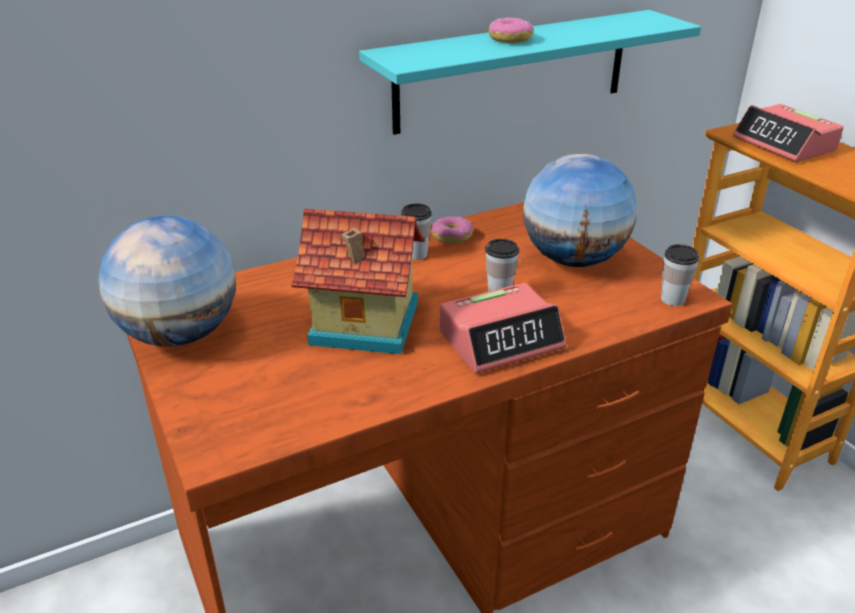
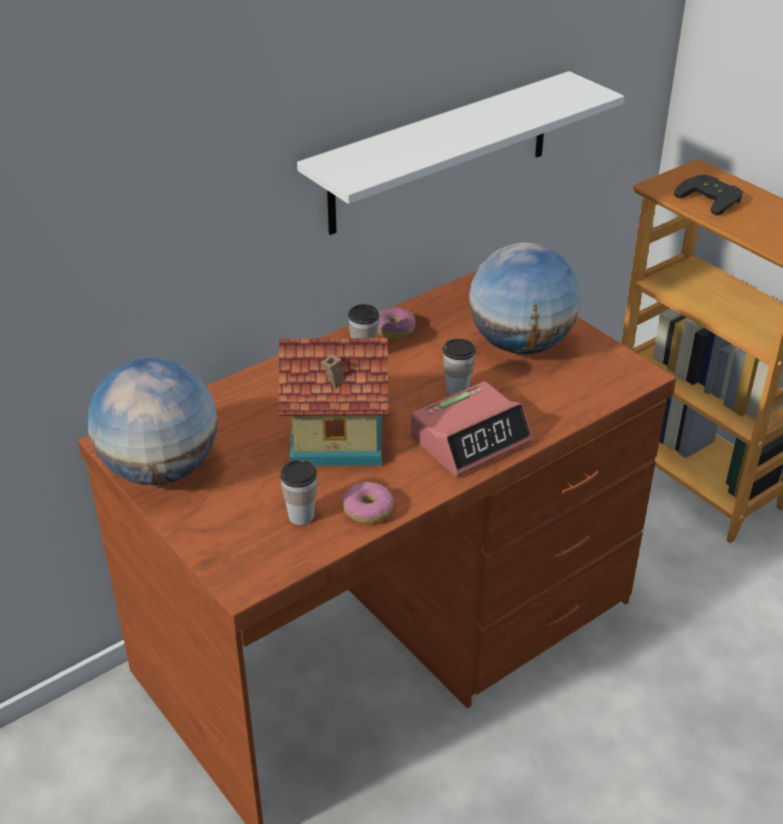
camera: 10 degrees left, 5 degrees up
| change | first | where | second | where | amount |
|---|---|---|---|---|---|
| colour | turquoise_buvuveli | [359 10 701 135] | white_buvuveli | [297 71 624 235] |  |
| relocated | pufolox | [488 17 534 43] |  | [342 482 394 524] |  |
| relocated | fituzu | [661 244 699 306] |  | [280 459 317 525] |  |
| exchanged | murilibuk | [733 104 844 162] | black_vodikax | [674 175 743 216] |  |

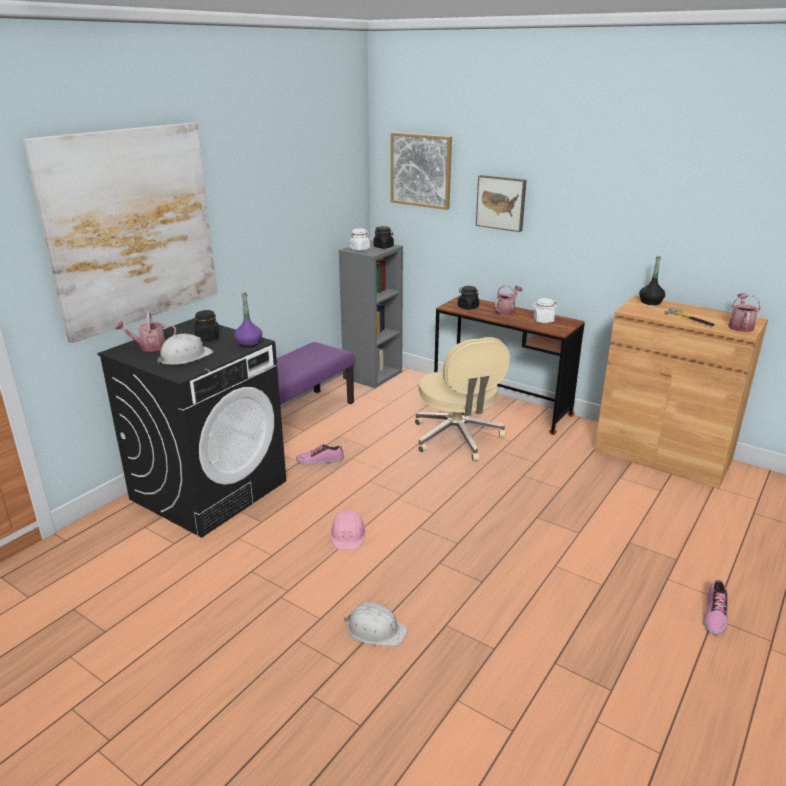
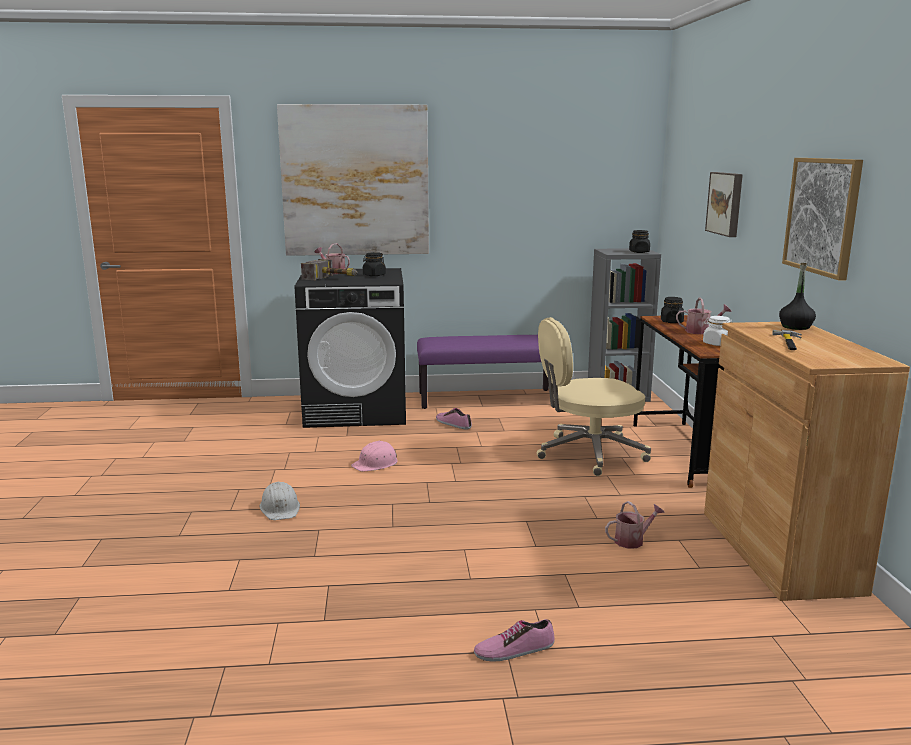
camera: 50 degrees right, 10 degrees down
| change | first | where | second | where | amount |
|---|---|---|---|---|---|
| exchanged | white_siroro | [158 334 213 365] | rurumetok | [301 259 358 280] |  |
| missing | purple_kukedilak | [234 292 262 348] |  |  |  |
| missing | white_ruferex | [349 228 370 251] |  |  |  |
| relocated | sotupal | [391 132 452 210] |  | [782 158 863 280] |  |
| spun | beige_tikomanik | [415 337 510 461] |  | [537 317 651 476] | 45 degrees clockwise |
| relocated | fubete | [728 293 760 332] |  | [605 501 665 549] |  |

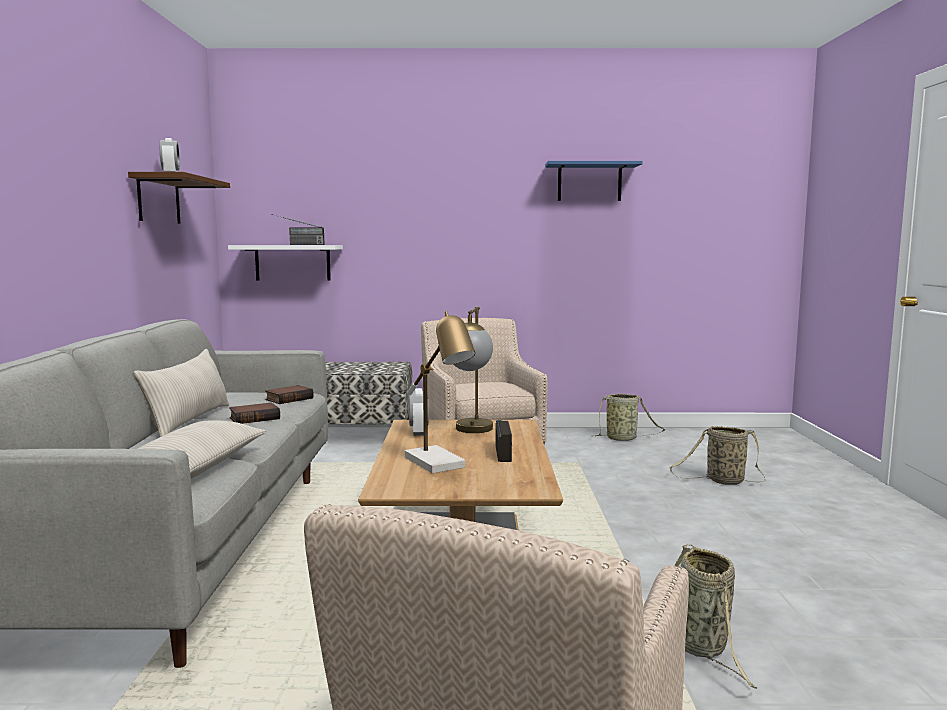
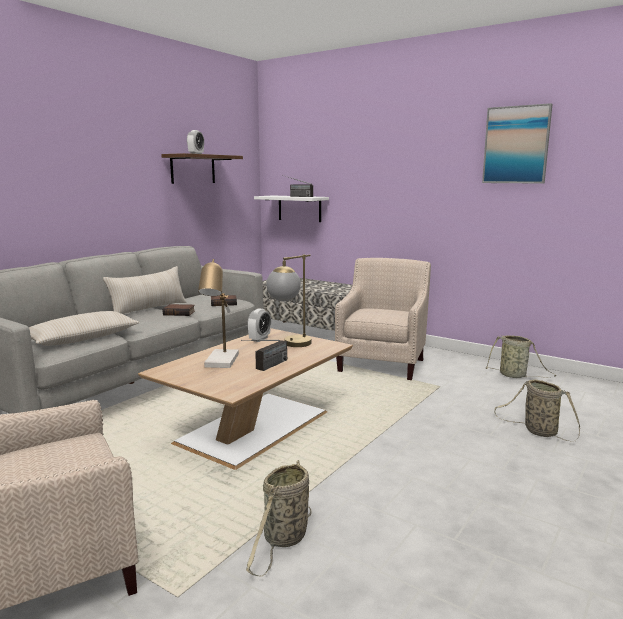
camera: 35 degrees right, 5 degrees up
| change | first | where | second | where | amount |
|---|---|---|---|---|---|
| exchanged | blue_buvuveli | [545 161 643 201] | sotupal | [482 103 553 184] |  |

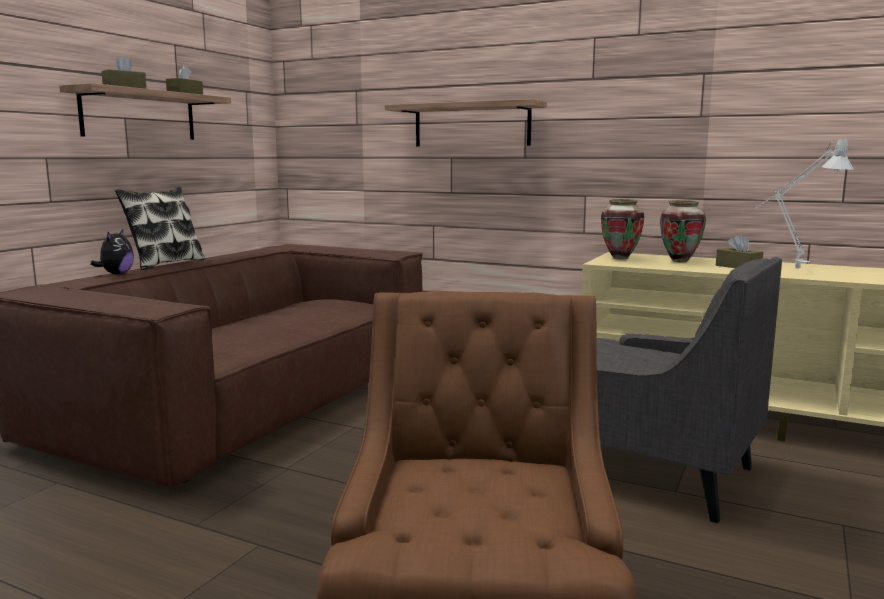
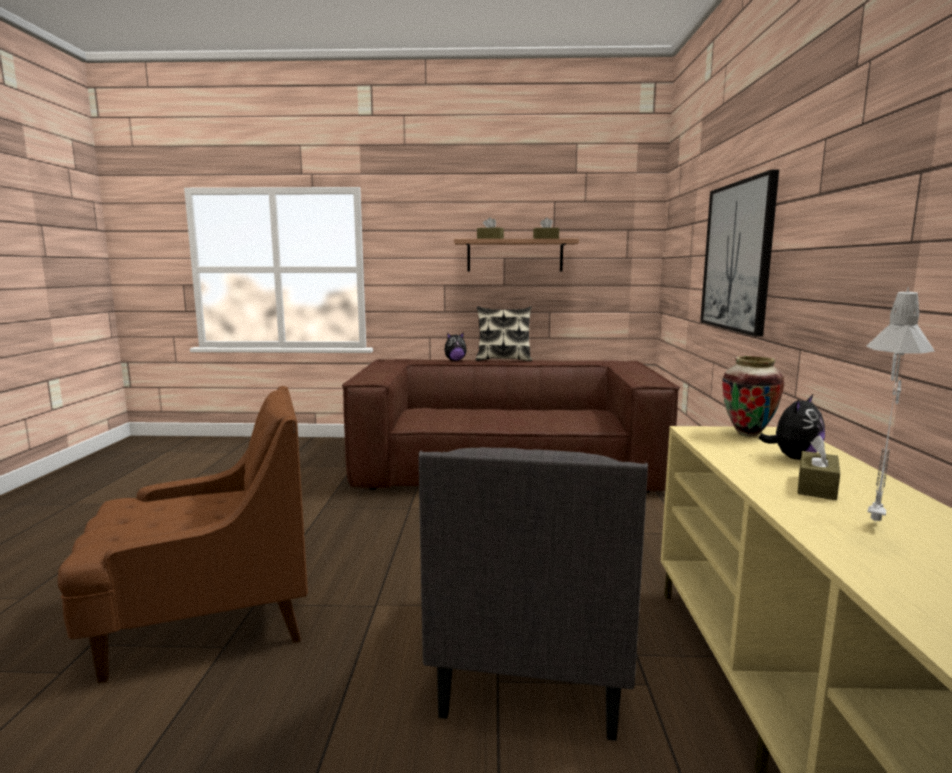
camera: 65 degrees right, 0 degrees up
| change | first | where | second | where | amount |
|---|---|---|---|---|---|
| exchanged | buvuveli | [385 99 547 146] | sotupal | [700 170 779 337] |  |
| exchanged | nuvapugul | [660 200 706 262] | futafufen | [759 394 825 460] |  |

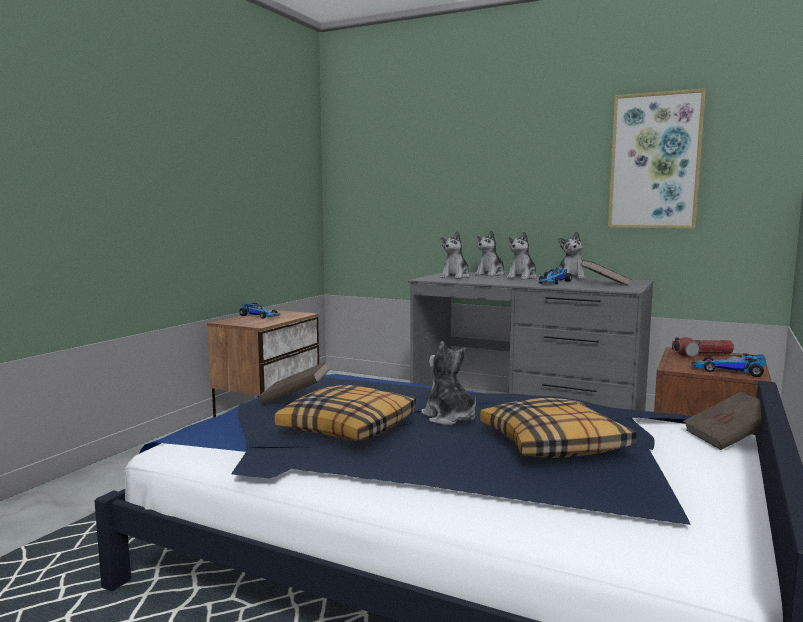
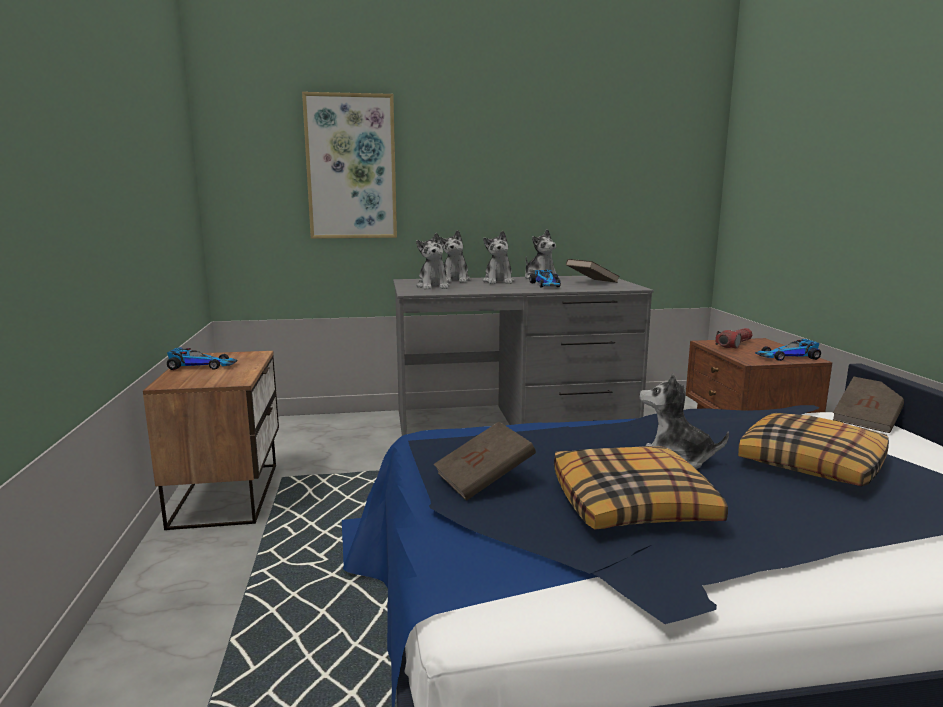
camera: 35 degrees left, 5 degrees up
| change | first | where | second | where | amount |
|---|---|---|---|---|---|
| relocated | sotupal | [608 88 706 229] |  | [302 92 397 239] |  |

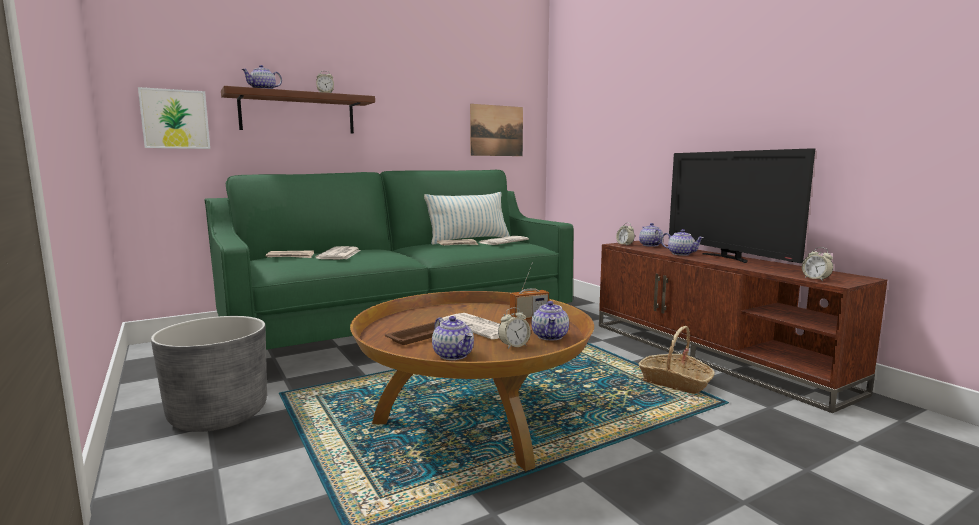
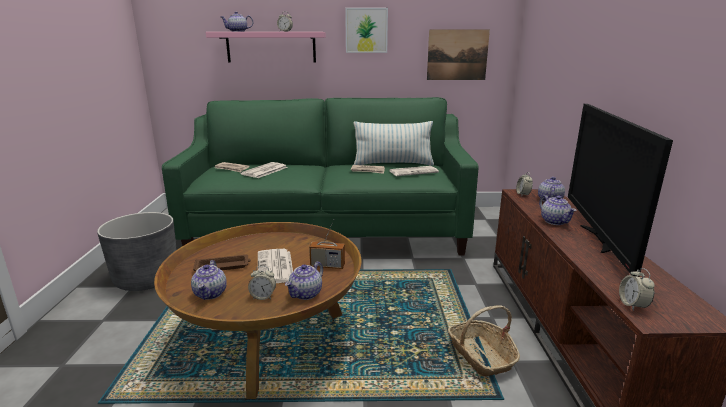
camera: 30 degrees right, 10 degrees up
| change | first | where | second | where | amount |
|---|---|---|---|---|---|
| relocated | sotupal | [138 87 210 149] |  | [345 8 388 53] |  |
| colour | brown_buvuveli | [221 86 375 134] | pink_buvuveli | [206 32 326 62] |  |

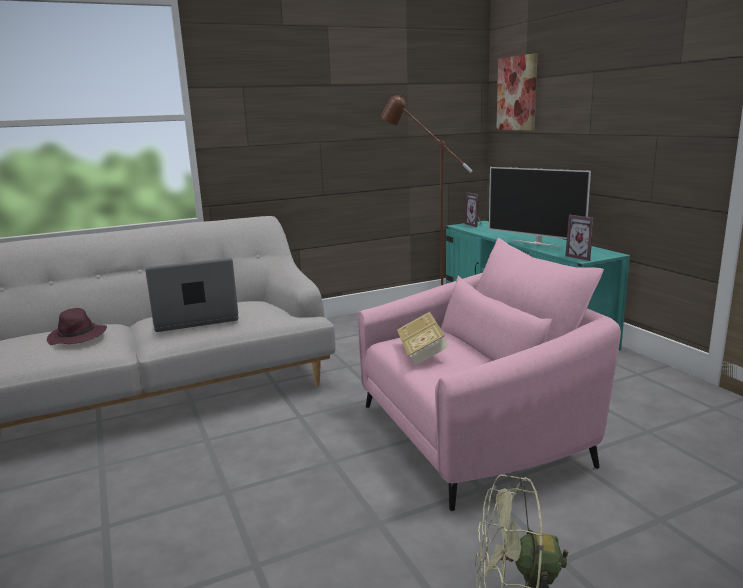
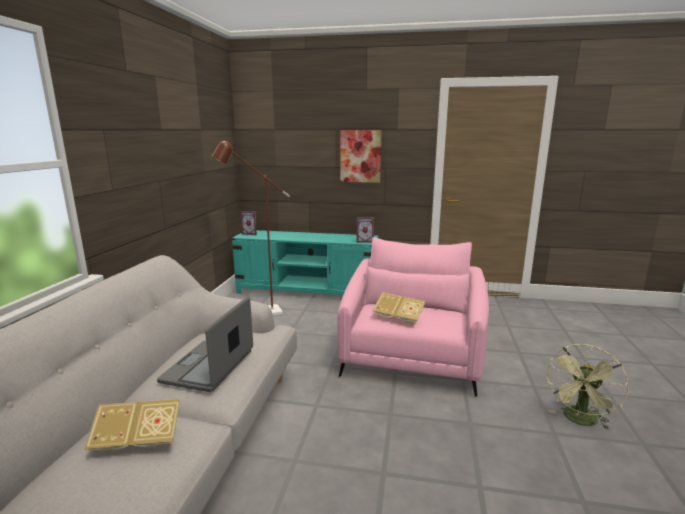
camera: 55 degrees left, 0 degrees up
| change | first | where | second | where | amount |
|---|---|---|---|---|---|
| exchanged | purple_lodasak | [47 308 107 345] | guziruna | [85 399 180 454] |  |
| missing | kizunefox | [489 167 591 247] |  |  |  |
| relocated | sotupal | [496 53 538 130] |  | [340 130 382 183] |  |

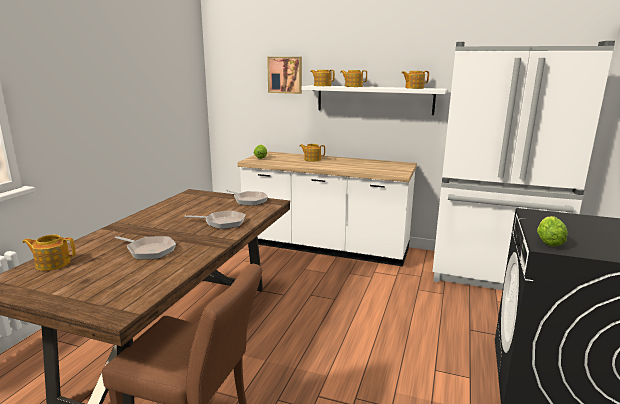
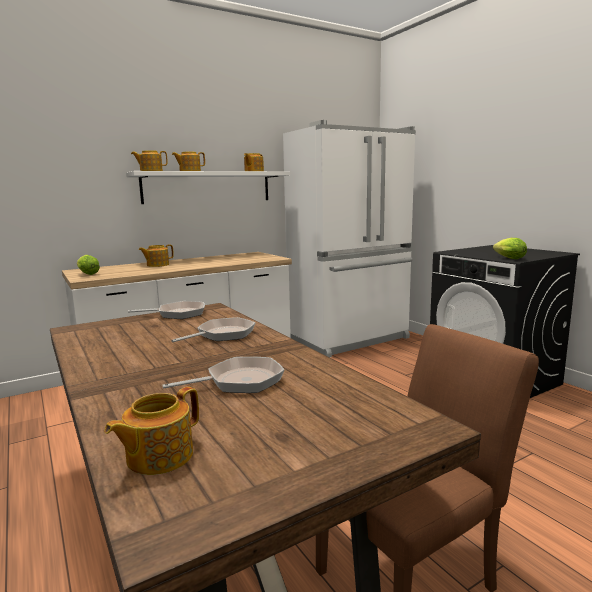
camera: 50 degrees left, 5 degrees down
| change | first | where | second | where | amount |
|---|---|---|---|---|---|
| missing | sotupal | [267 57 302 94] |  |  |  |

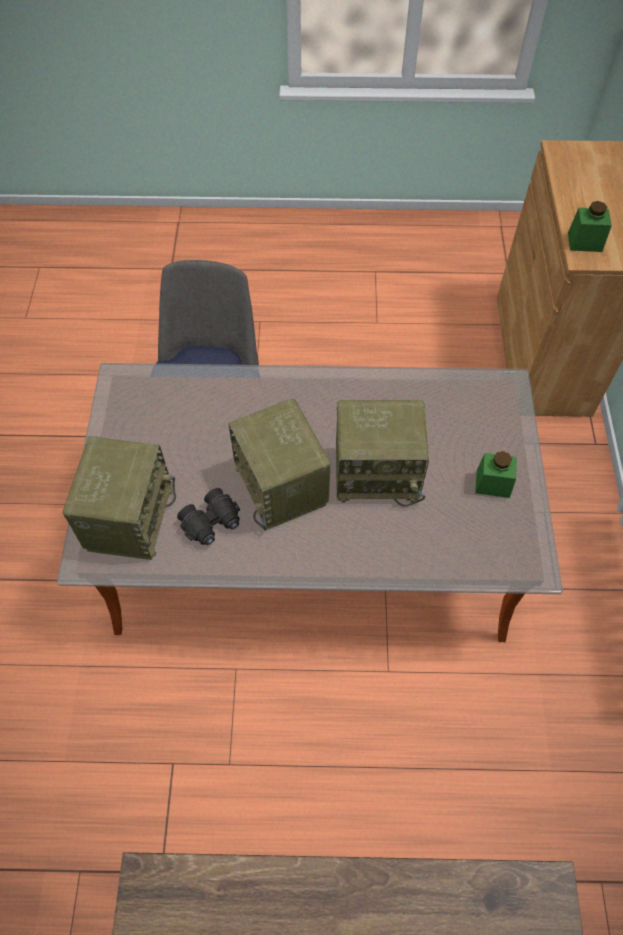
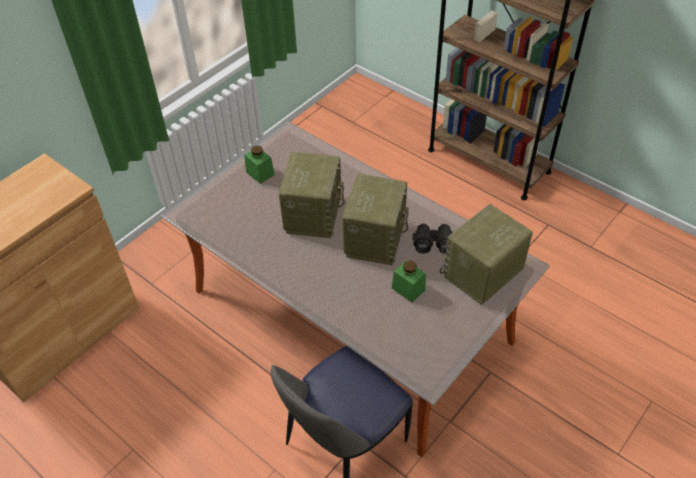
camera: 140 degrees left, 10 degrees down
| change | first | where | second | where | amount |
|---|---|---|---|---|---|
| spun | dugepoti | [336 400 429 507] |  | [279 152 345 238] | 60 degrees clockwise |
| relocated | green_ruferex | [568 201 612 252] |  | [392 260 426 302] |  |

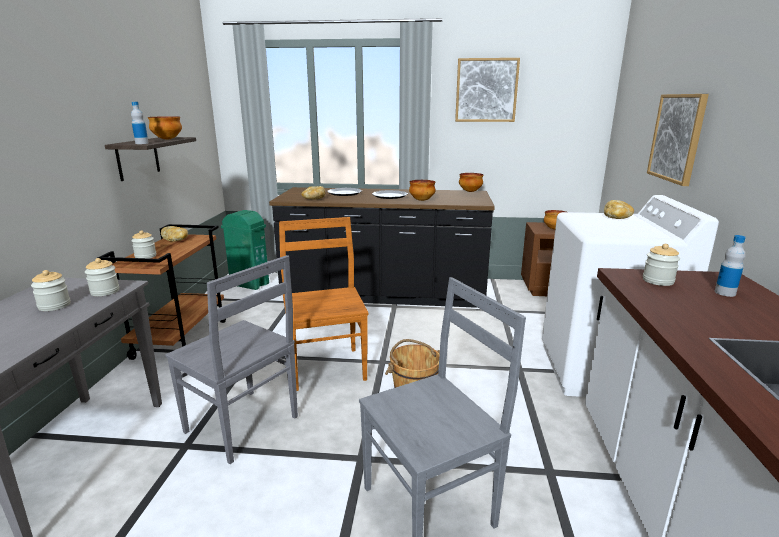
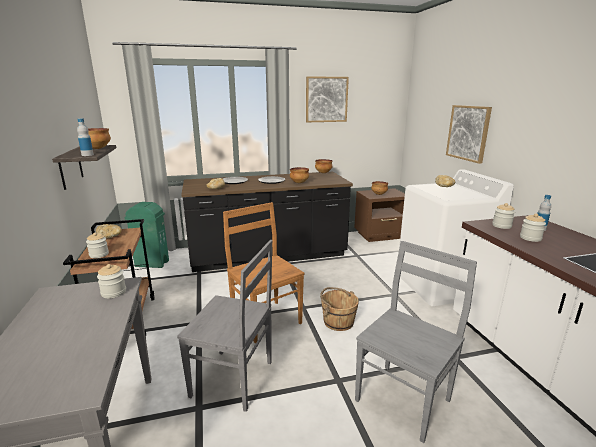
camera: 20 degrees left, 0 degrees up
| change | first | where | second | where | amount |
|---|---|---|---|---|---|
| relocated | ruferex | [31 270 71 311] |  | [520 213 546 242] |  |

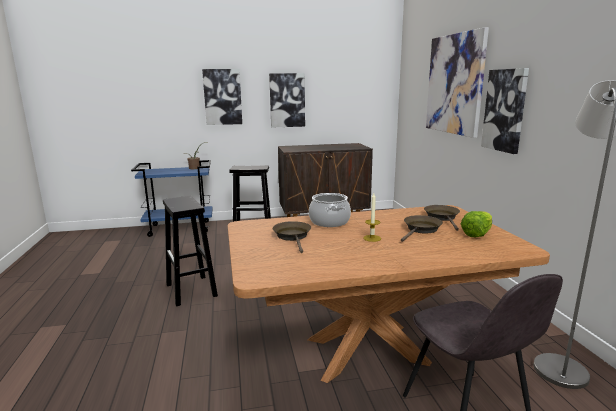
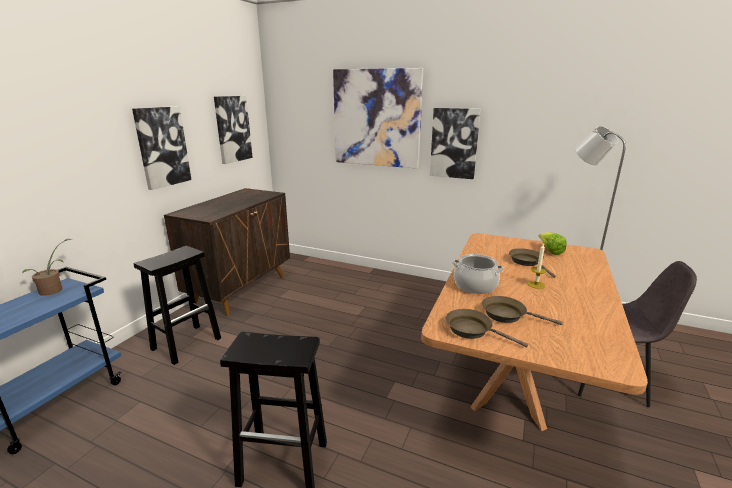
camera: 55 degrees left, 5 degrees up
| change | first | where | second | where | amount |
|---|---|---|---|---|---|
| relocated | sotupal | [202 69 242 125] |  | [214 96 253 164] |  |
| relocated | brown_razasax | [424 205 460 231] |  | [446 309 528 347] |  |

